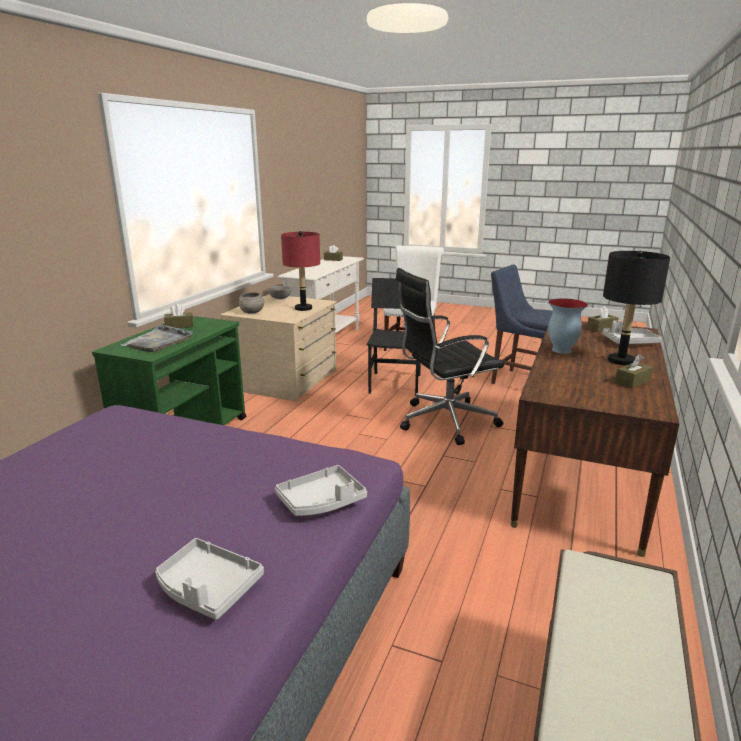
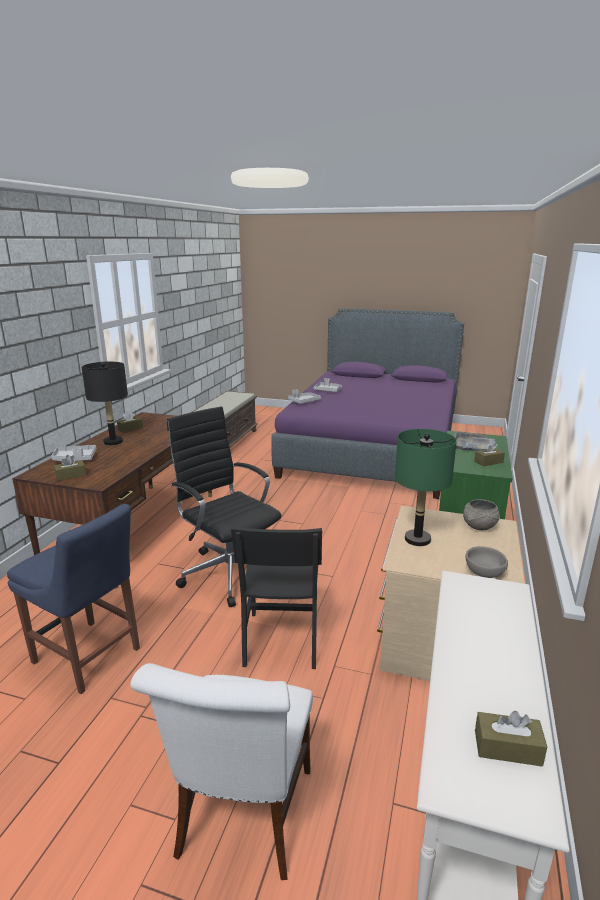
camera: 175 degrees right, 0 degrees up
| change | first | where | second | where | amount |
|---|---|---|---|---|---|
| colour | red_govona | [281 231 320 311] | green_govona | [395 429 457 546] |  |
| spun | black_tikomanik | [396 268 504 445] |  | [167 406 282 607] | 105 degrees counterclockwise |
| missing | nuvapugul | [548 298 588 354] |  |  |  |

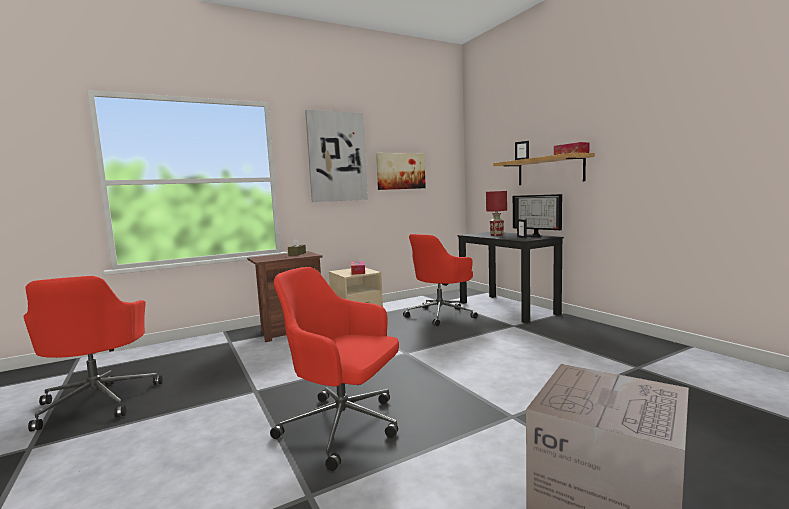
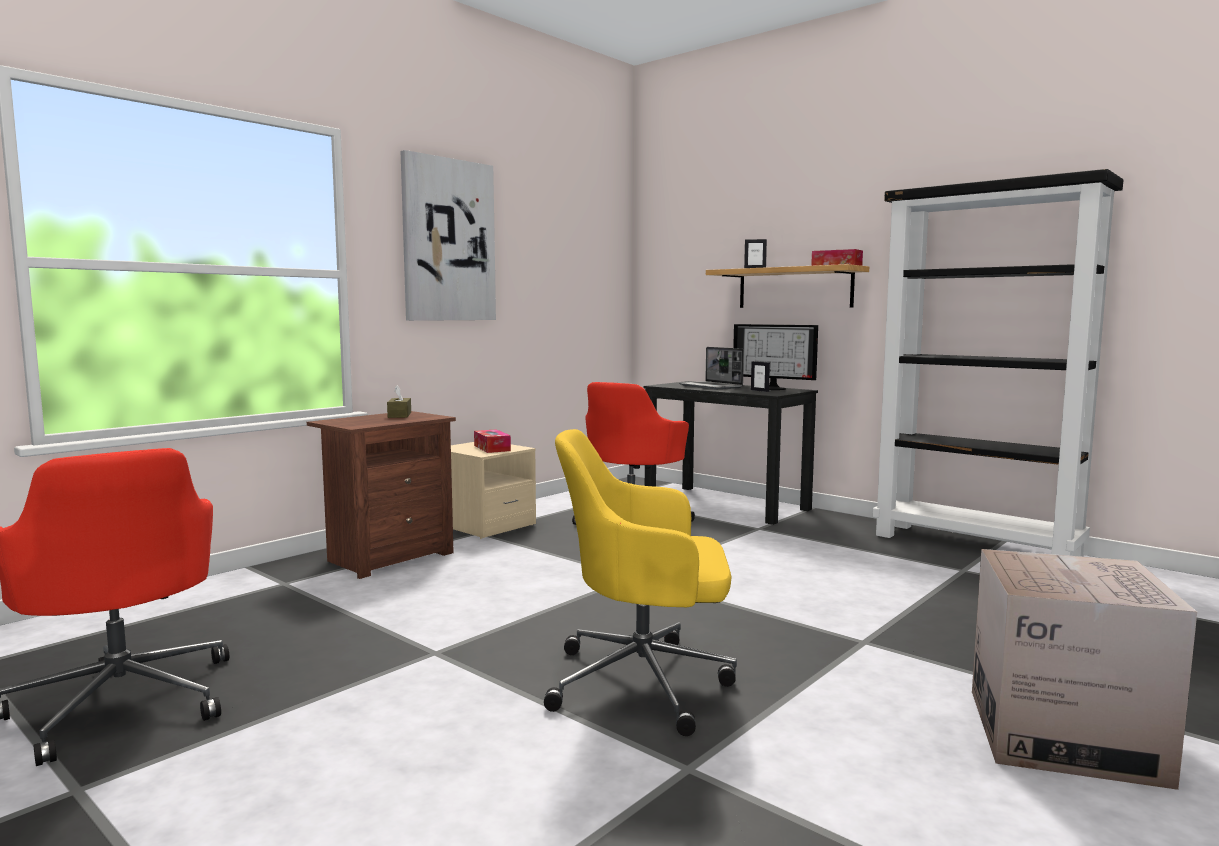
camera: 20 degrees left, 0 degrees up
| change | first | where | second | where | amount |
|---|---|---|---|---|---|
| colour | red_tikomanik | [270 267 399 471] | yellow_tikomanik | [544 429 737 736] |  |
| missing | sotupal | [376 153 426 190] |  |  |  |
| exchanged | red_govona | [486 191 507 236] | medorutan | [679 347 744 389] |  |
| appeared |  |  | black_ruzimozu | [873 169 1123 557] |  |

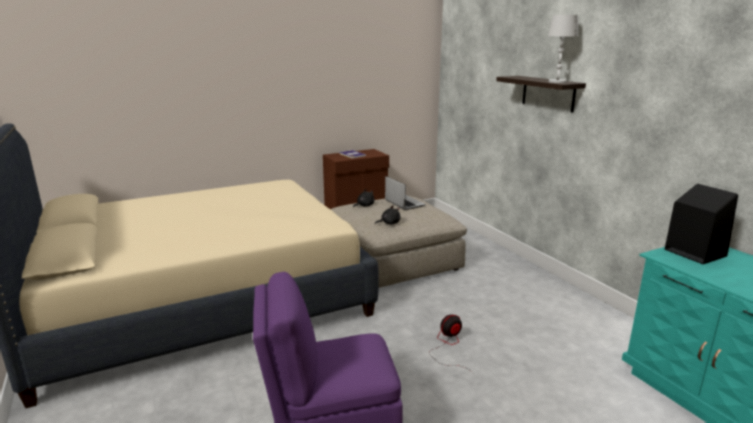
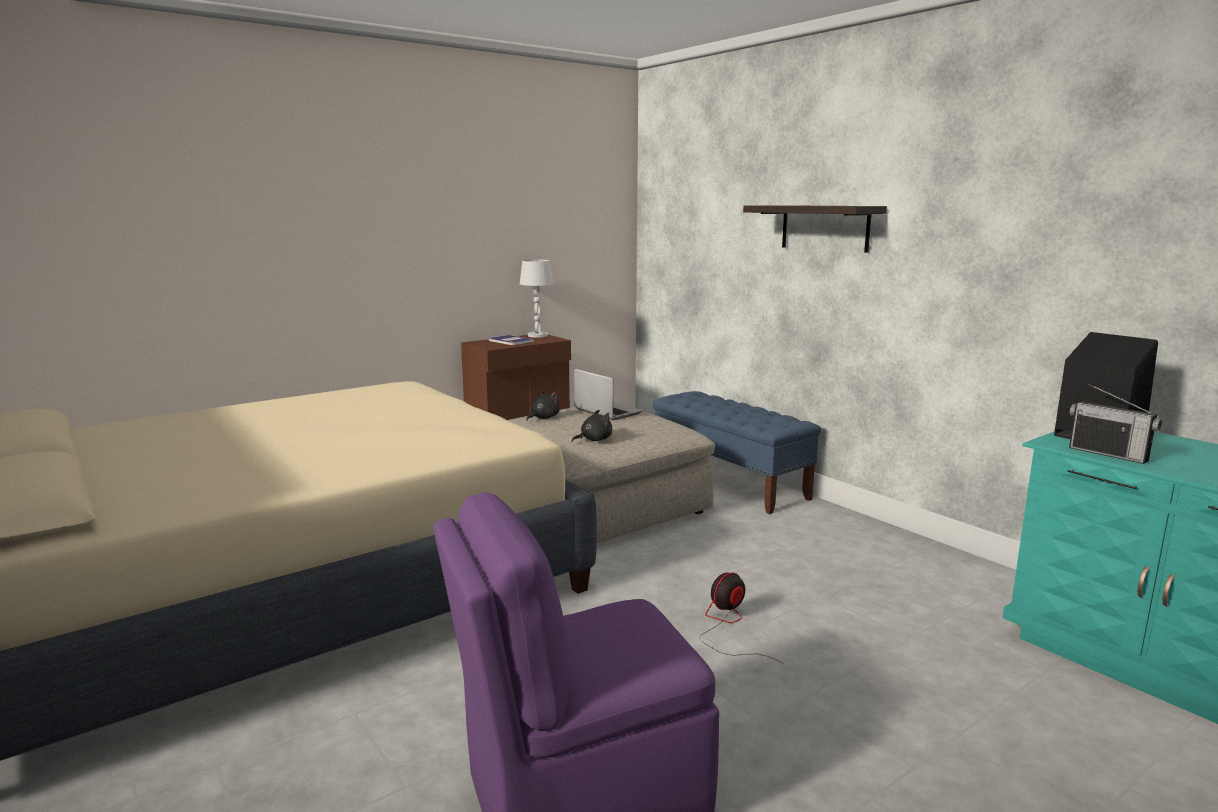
camera: 10 degrees left, 5 degrees down
| change | first | where | second | where | amount |
|---|---|---|---|---|---|
| relocated | white_govona | [548 15 578 83] |  | [520 260 554 338] |  |
| appeared |  |  | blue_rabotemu | [653 391 821 514] |  |
| appeared |  |  | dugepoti | [1069 384 1162 464] |  |

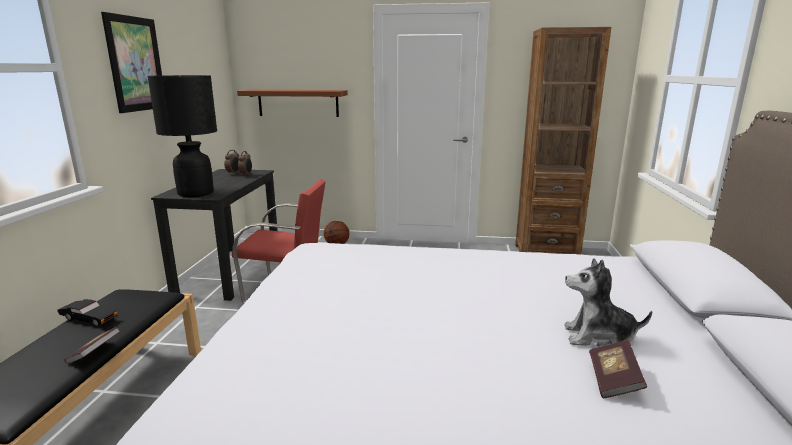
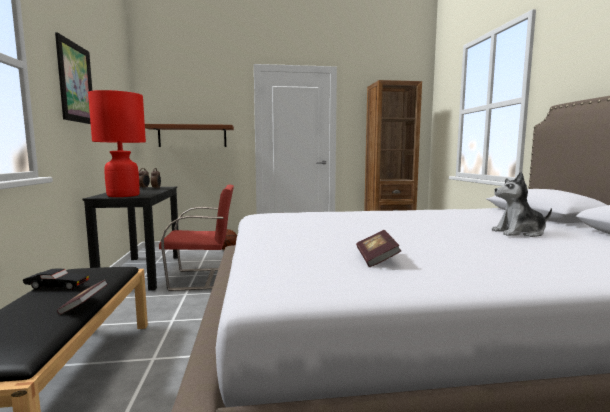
camera: 15 degrees left, 10 degrees down
| change | first | where | second | where | amount |
|---|---|---|---|---|---|
| colour | black_govona | [148 75 217 197] | red_govona | [88 90 146 197] |  |
| relocated | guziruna | [589 340 647 398] |  | [356 230 401 267] |  |

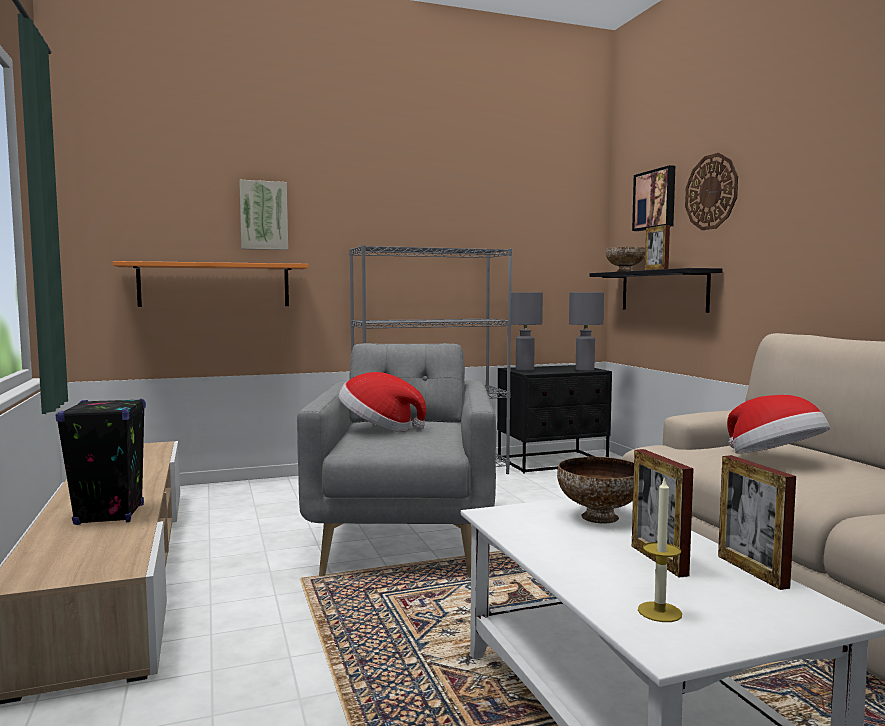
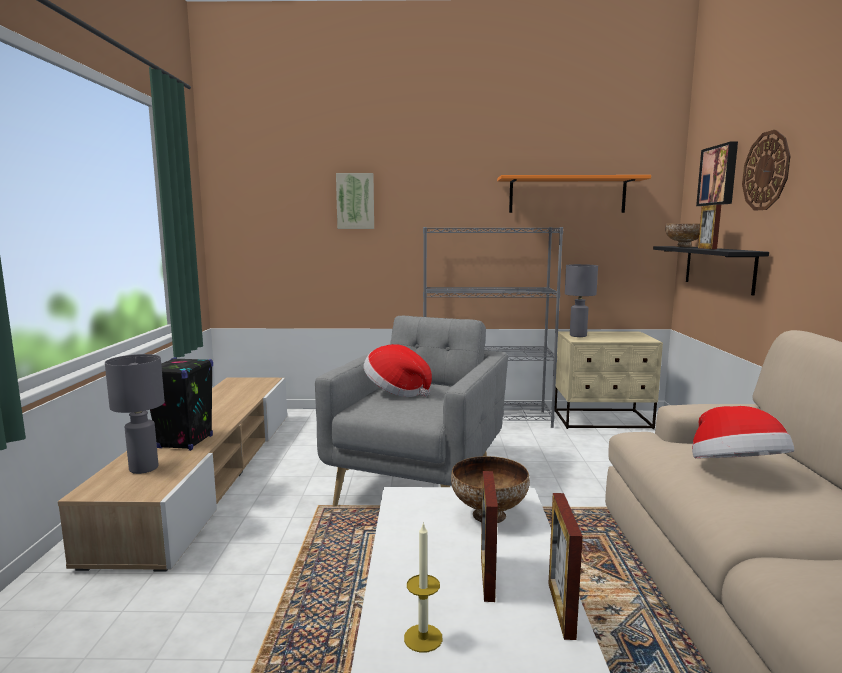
camera: 20 degrees right, 5 degrees up
| change | first | where | second | where | amount |
|---|---|---|---|---|---|
| relocated | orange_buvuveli | [113 261 309 307] |  | [497 175 651 213] |  |
| colour | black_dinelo | [497 365 612 474] | beige_dinelo | [554 331 663 429] |  |
| relocated | grey_govona | [569 292 604 371] |  | [105 354 165 474] |  |

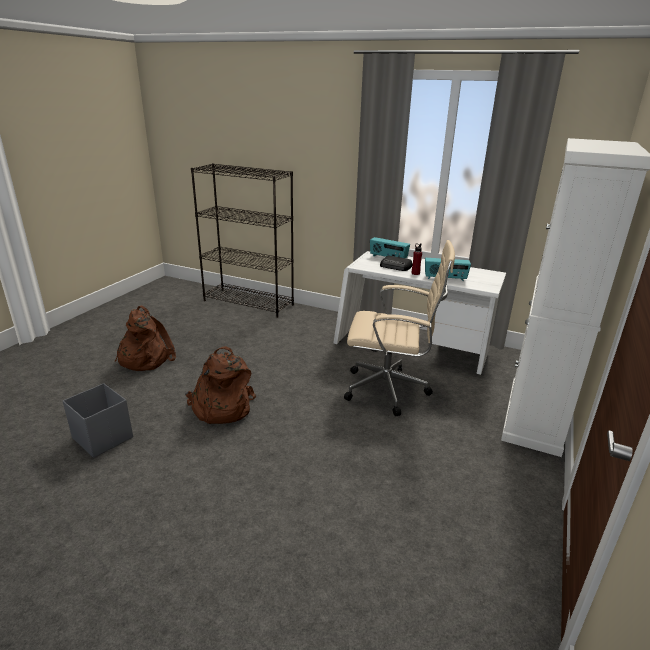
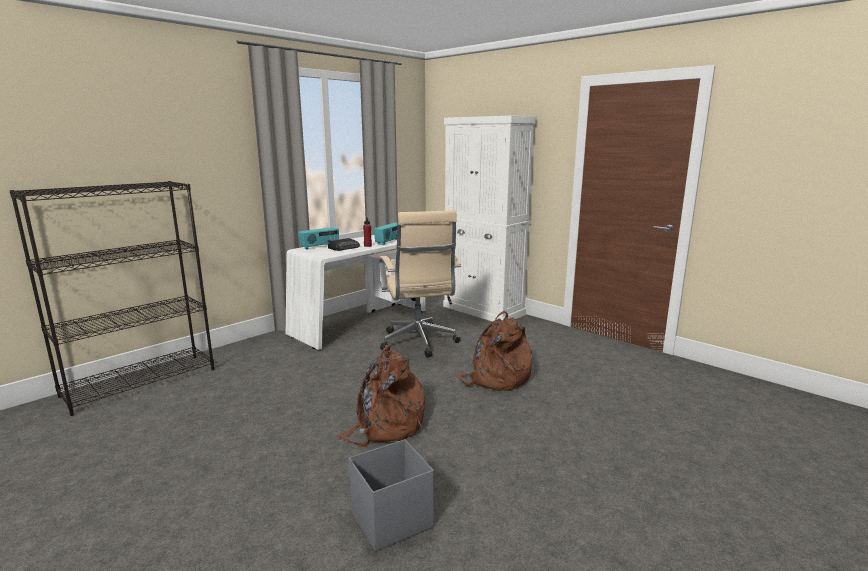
camera: 70 degrees left, 10 degrees down
| change | first | where | second | where | amount |
|---|---|---|---|---|---|
| relocated | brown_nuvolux | [114 306 176 371] |  | [455 311 532 391] |  |
| spun | beige_tikomanik | [344 240 455 416] |  | [379 210 461 358] | 135 degrees clockwise |

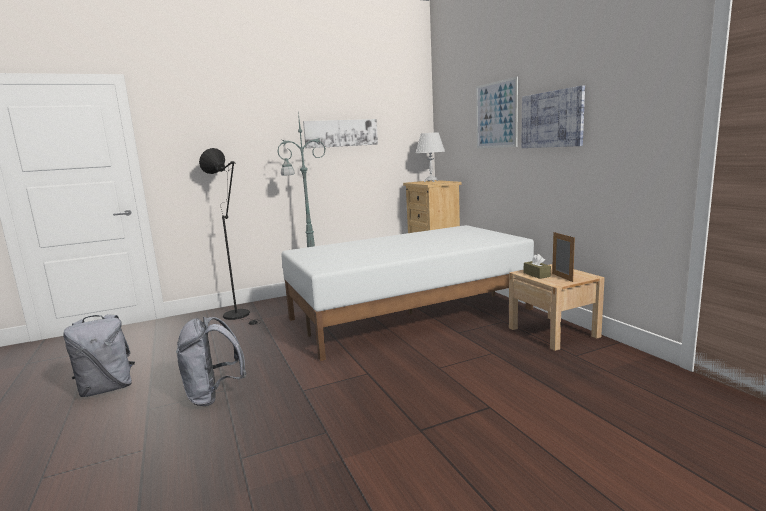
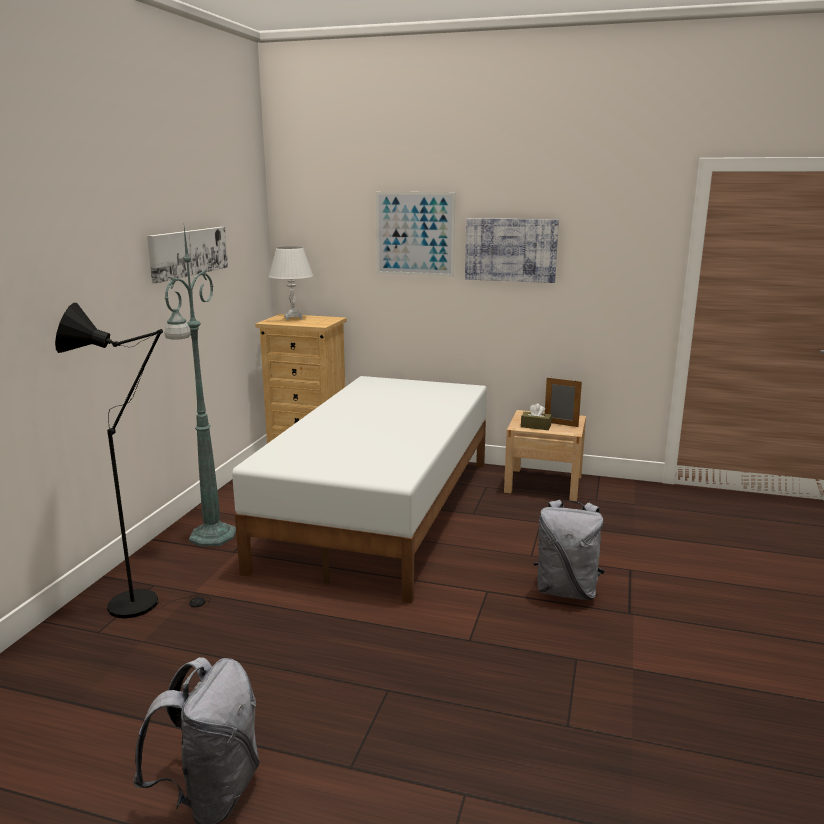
camera: 50 degrees left, 5 degrees up
| change | first | where | second | where | amount |
|---|---|---|---|---|---|
| relocated | grey_nuvolux | [176 317 246 406] |  | [534 500 604 600] |  |

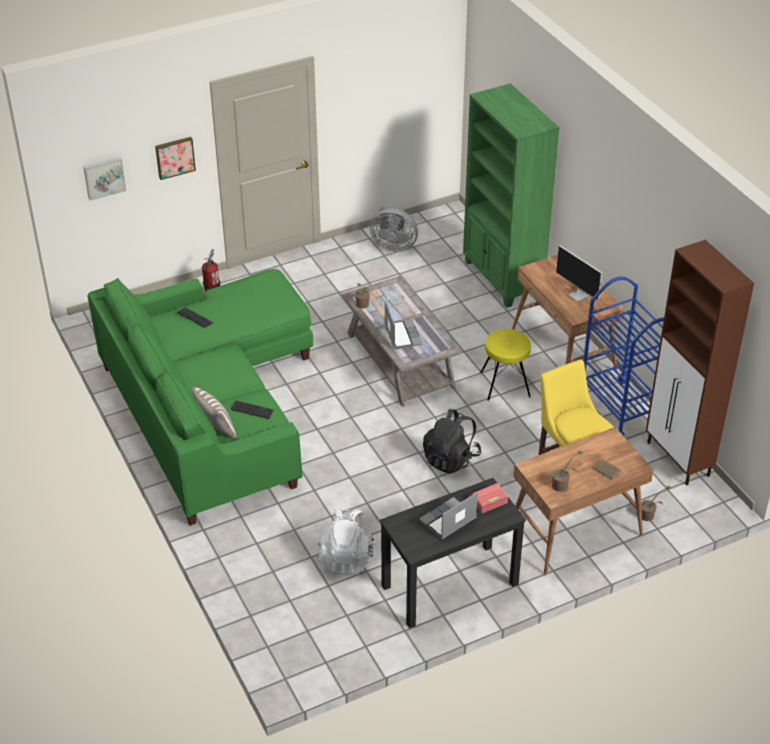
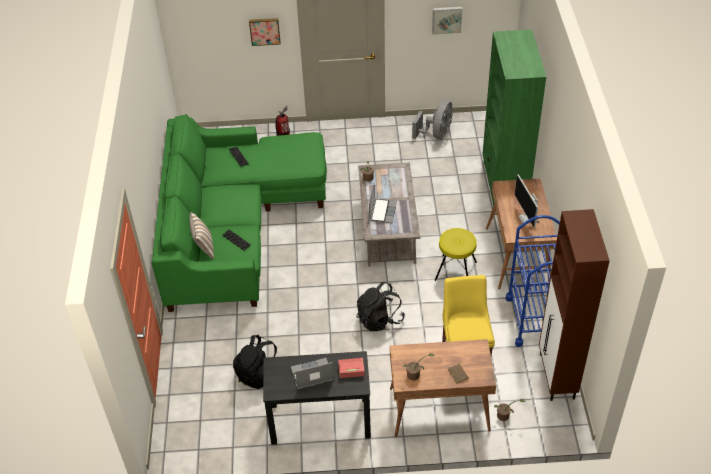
camera: 25 degrees right, 5 degrees up
| change | first | where | second | where | amount |
|---|---|---|---|---|---|
| relocated | sotupal | [83 157 126 201] |  | [432 7 463 35] |  |
| colour | white_nuvolux | [317 508 375 575] | black_nuvolux | [233 335 277 389] |  |
| spun | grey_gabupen | [370 207 418 252] |  | [412 100 453 139] | 105 degrees counterclockwise |

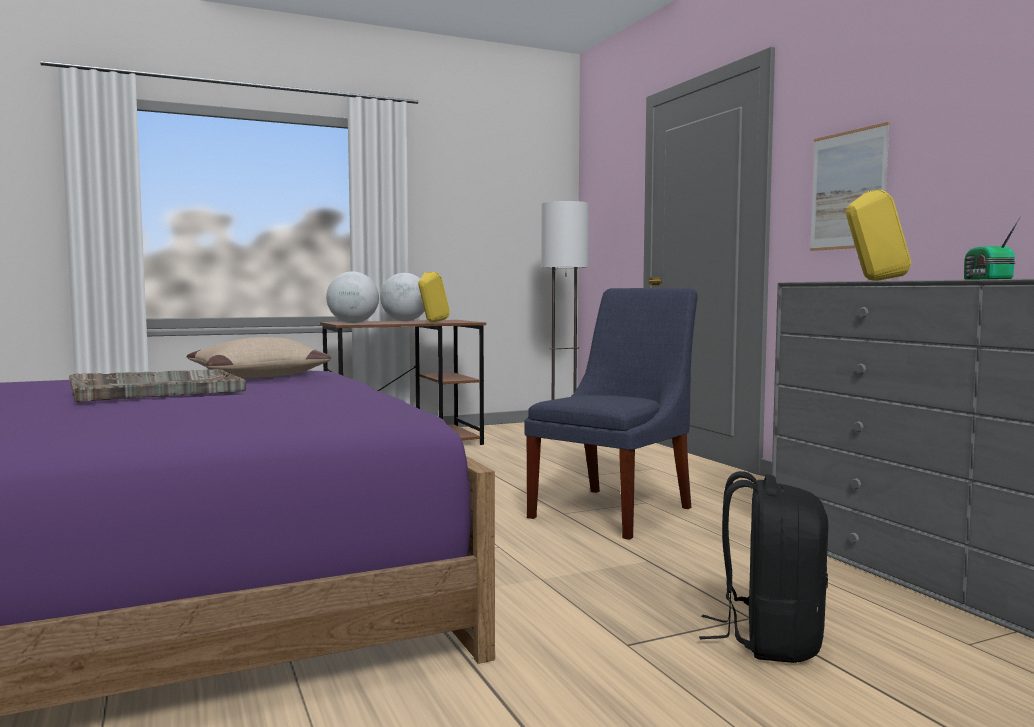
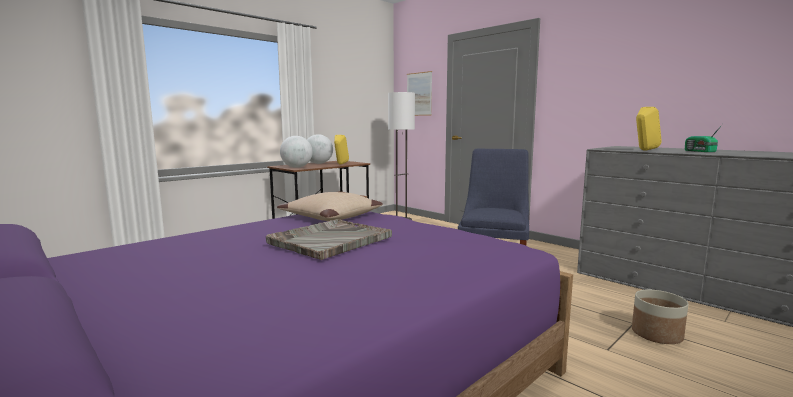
camera: 20 degrees left, 5 degrees up
| change | first | where | second | where | amount |
|---|---|---|---|---|---|
| exchanged | black_nuvolux | [699 471 828 663] | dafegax | [632 290 688 344] |  |
| relocated | sotupal | [810 122 890 251] |  | [407 71 432 116] |  |

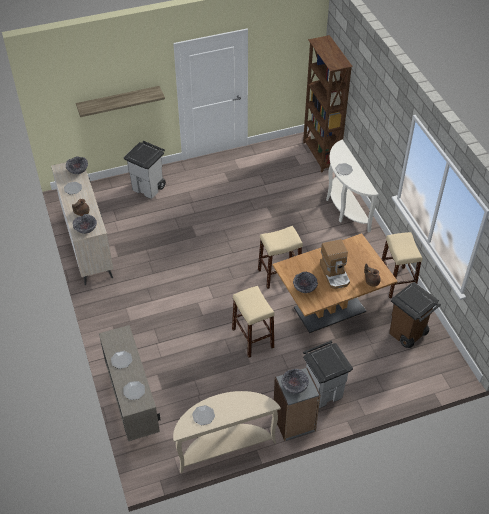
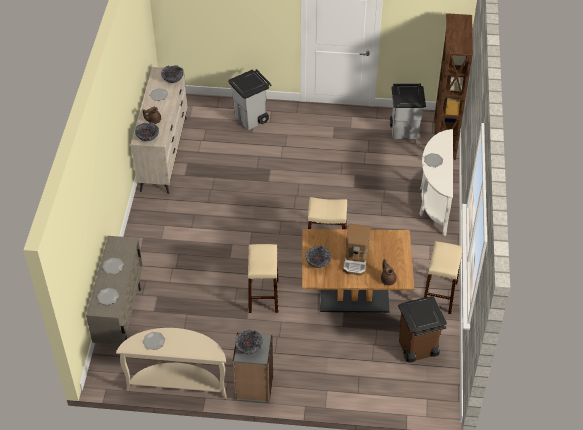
camera: 25 degrees right, 0 degrees up
| change | first | where | second | where | amount |
|---|---|---|---|---|---|
| missing | buvuveli | [76 86 165 117] |  |  |  |
| relocated | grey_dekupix | [303 340 353 408] |  | [390 84 426 139] |  |

